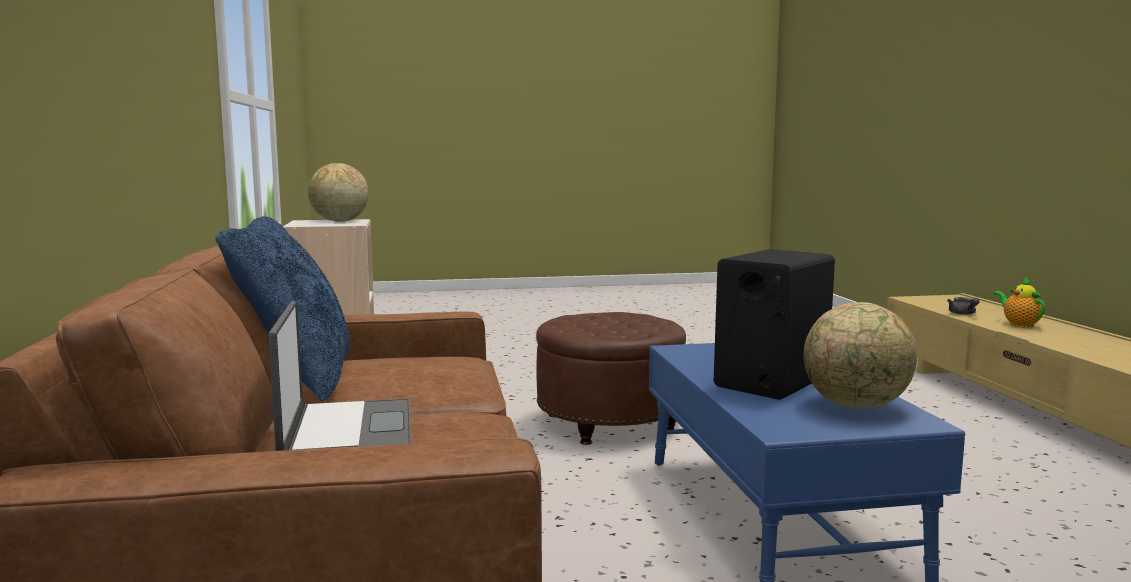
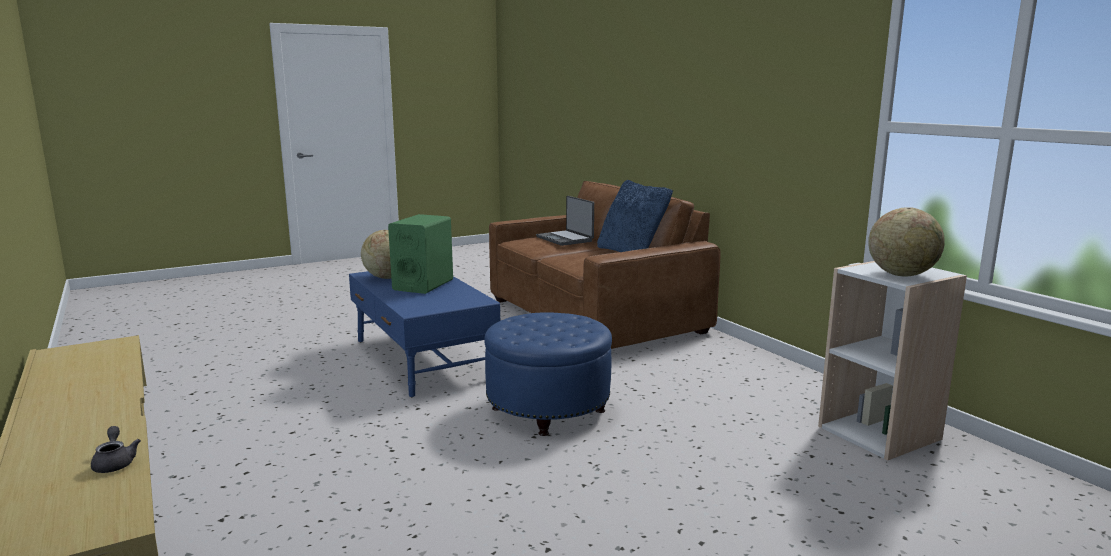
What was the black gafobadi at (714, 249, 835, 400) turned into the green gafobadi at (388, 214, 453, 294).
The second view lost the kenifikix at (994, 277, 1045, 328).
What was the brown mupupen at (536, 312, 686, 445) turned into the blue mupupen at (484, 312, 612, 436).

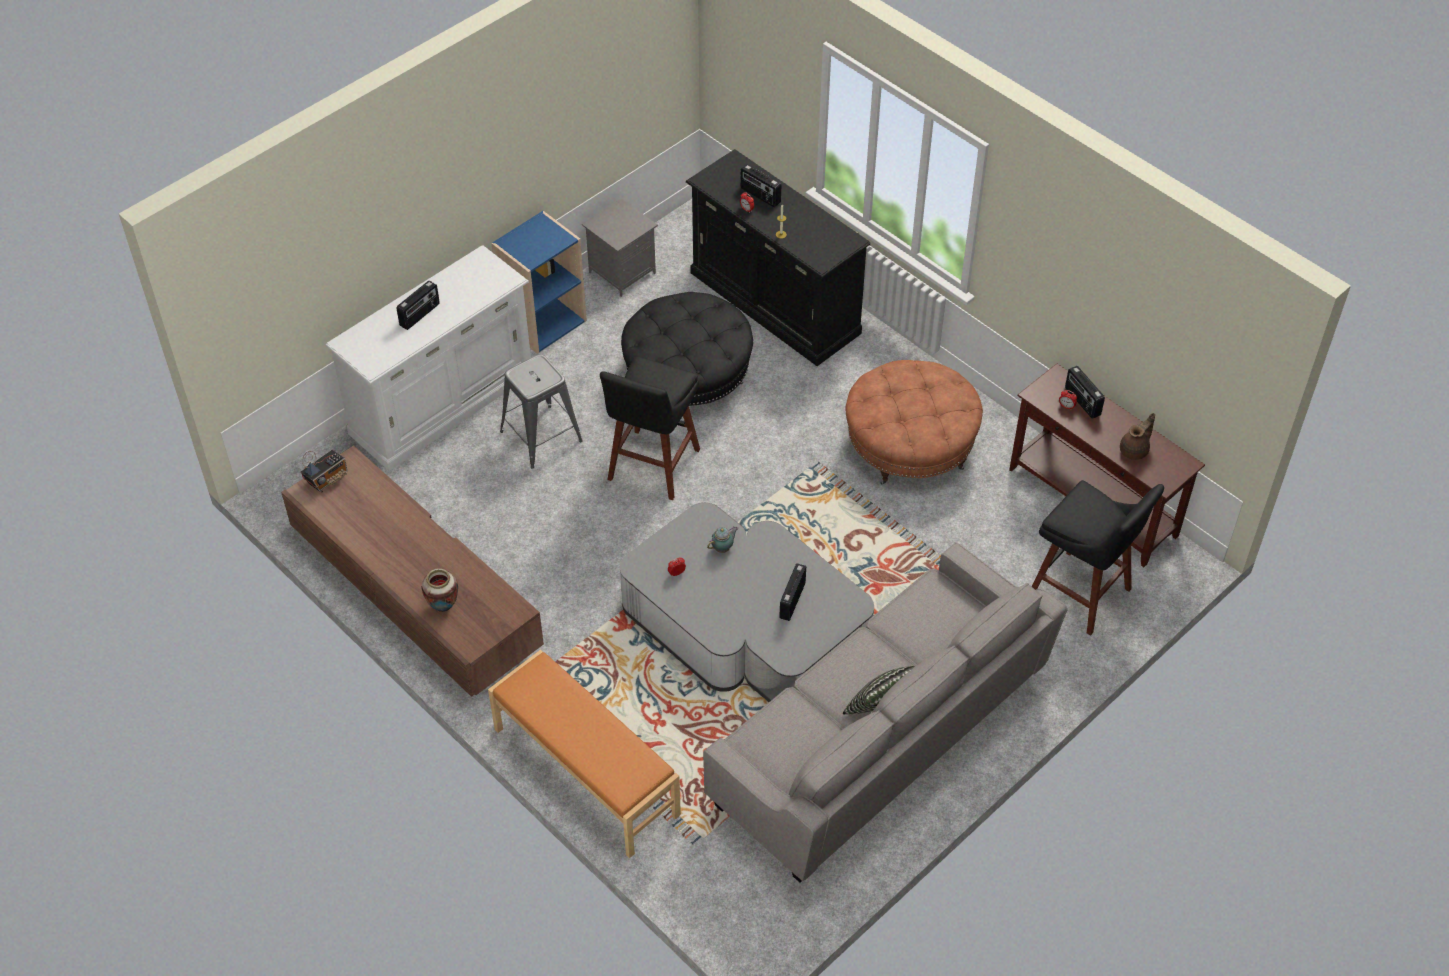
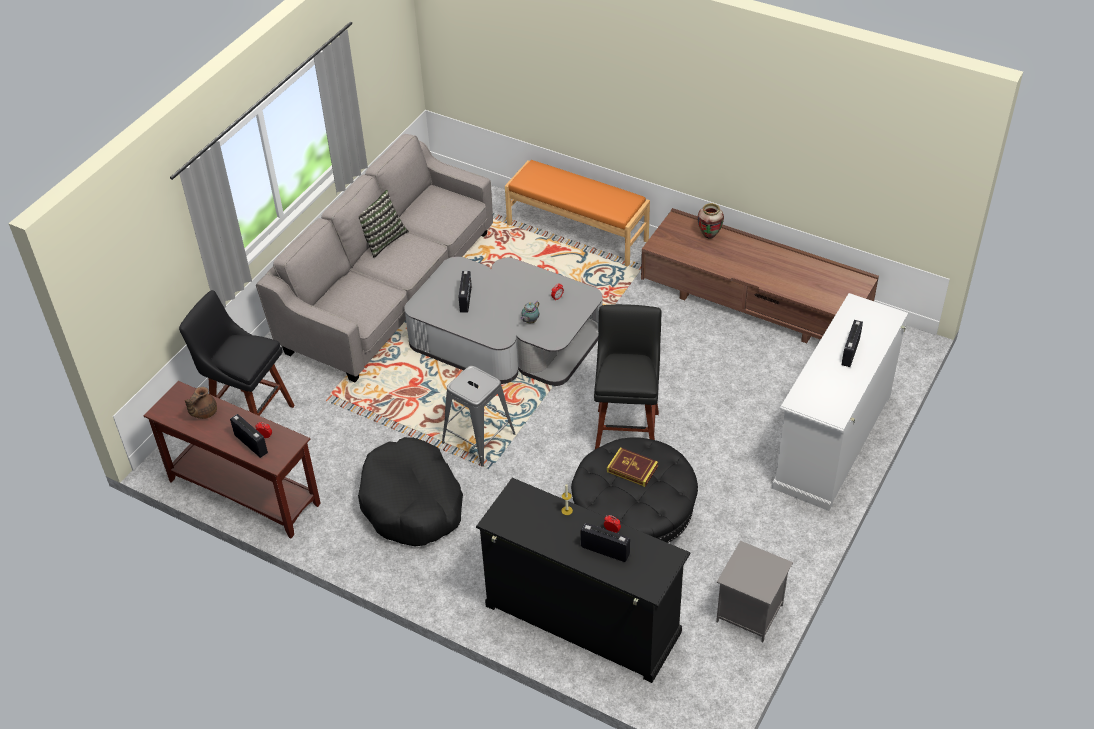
The second view lost the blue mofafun at (491, 211, 587, 354).
The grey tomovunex ended up elsewhere, having gone from (500, 354, 583, 469) to (442, 365, 516, 467).
Where the brown mupupen stood at (846, 360, 983, 484), the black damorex came to stand at (358, 437, 463, 546).
The second view lost the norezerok at (301, 450, 348, 492).
The second view gained the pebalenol at (607, 447, 658, 487).

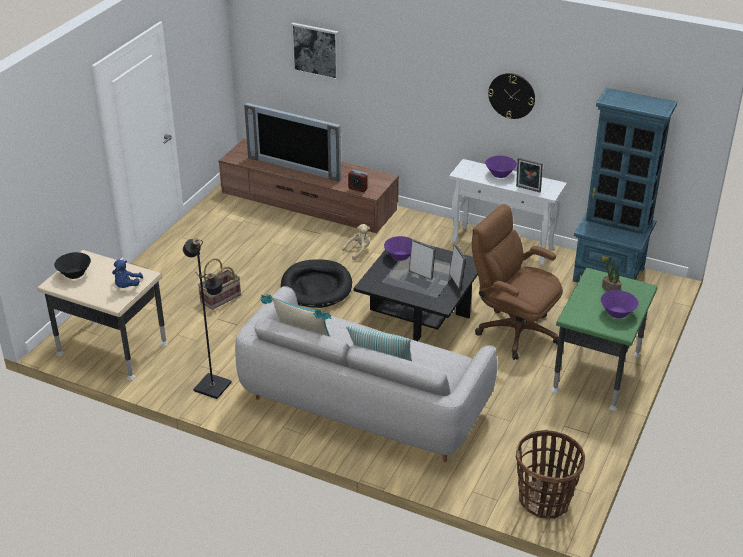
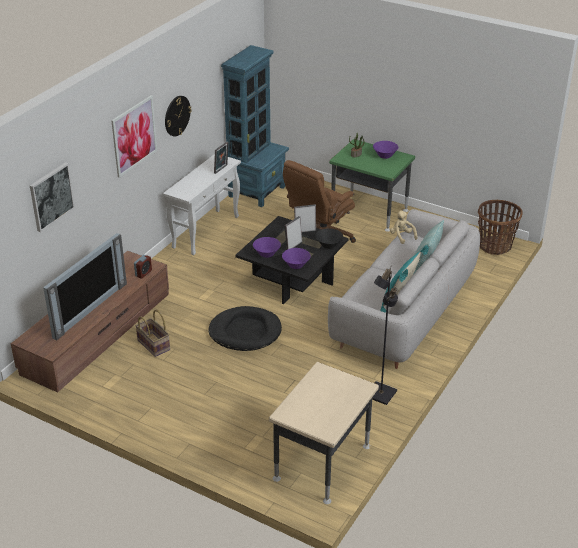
The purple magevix ended up elsewhere, having gone from (485, 156, 517, 178) to (282, 248, 310, 269).
The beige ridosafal ended up elsewhere, having gone from (342, 224, 370, 260) to (390, 211, 417, 244).
The black magevix ended up elsewhere, having gone from (54, 252, 91, 279) to (315, 228, 343, 249).
The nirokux ended up elsewhere, having gone from (198, 258, 241, 310) to (135, 310, 170, 357).
The second view lost the blue ridosafal at (112, 260, 143, 288).
The second view gained the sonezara at (111, 95, 157, 178).

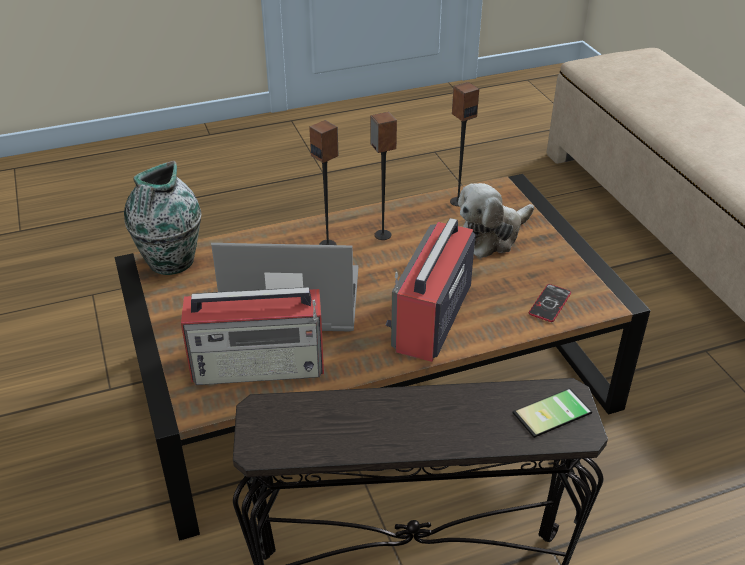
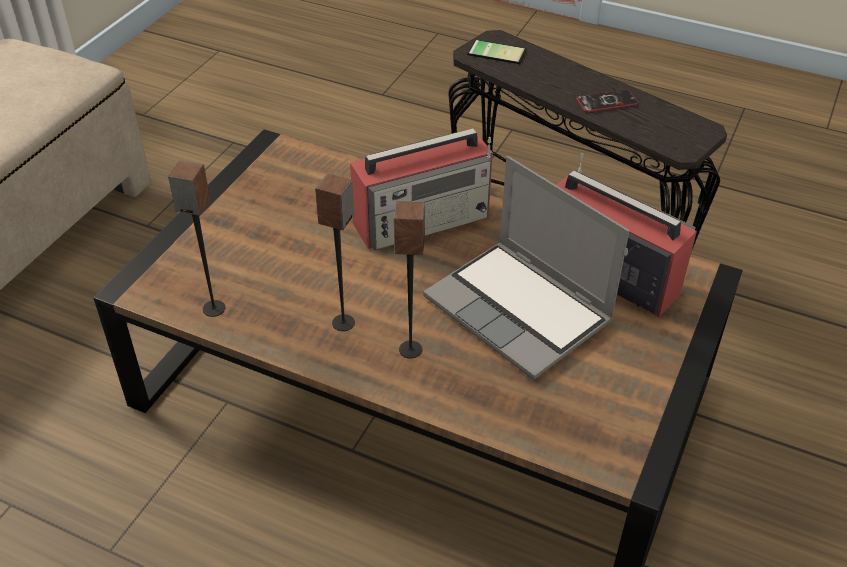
The second view lost the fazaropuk at (124, 161, 202, 275).
The second view lost the ridosafal at (458, 183, 534, 258).
The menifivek ended up elsewhere, having gone from (529, 284, 571, 322) to (576, 89, 638, 112).

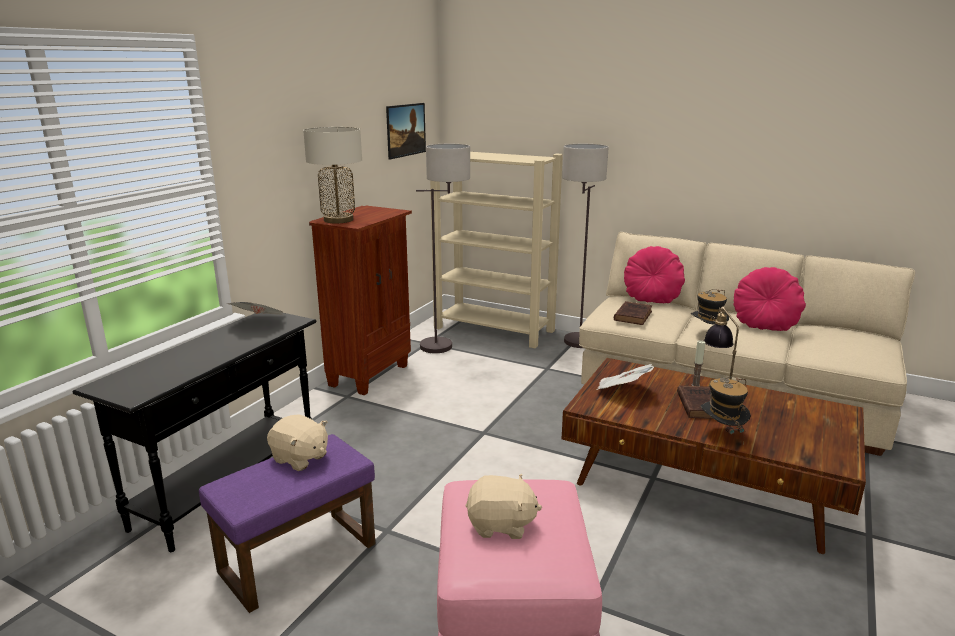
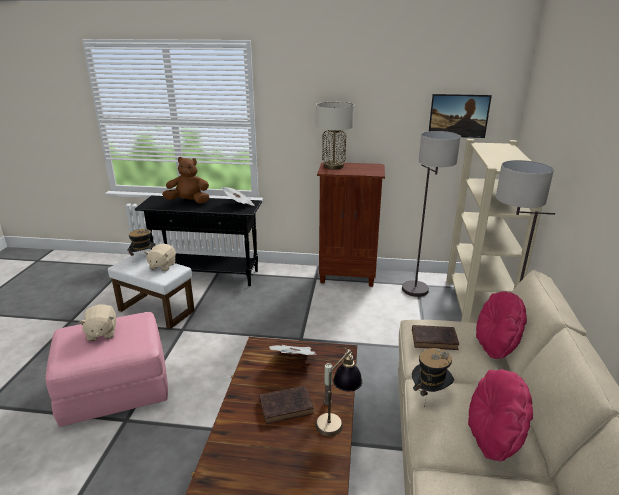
The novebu ended up elsewhere, having gone from (700, 376, 751, 444) to (127, 229, 156, 256).
What was the purple mupupen at (199, 434, 375, 613) turned into the white mupupen at (108, 253, 195, 329).
The second view gained the brown ridosafal at (162, 157, 209, 203).

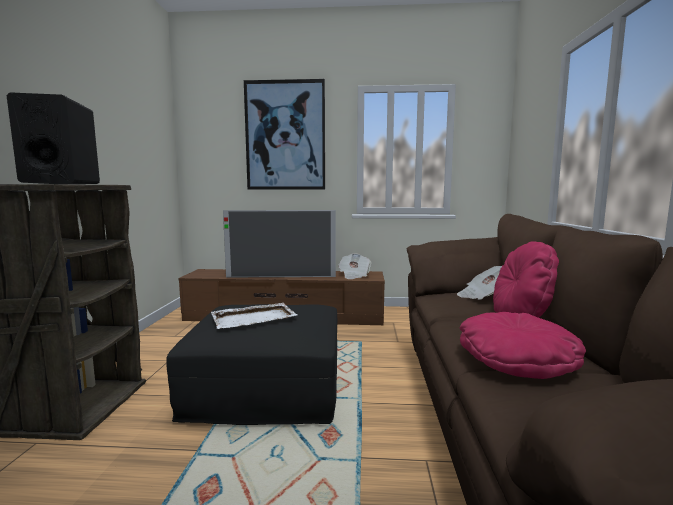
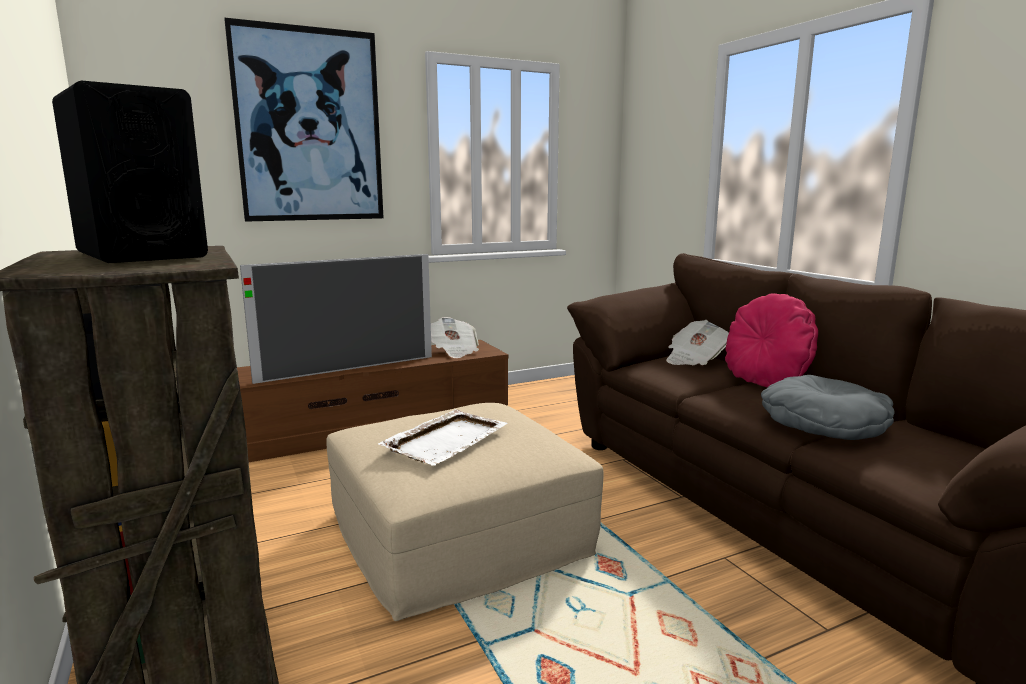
What was the black mupupen at (166, 304, 337, 425) turned into the beige mupupen at (326, 403, 603, 621).
What was the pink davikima at (460, 312, 586, 379) turned into the grey davikima at (761, 375, 895, 440).

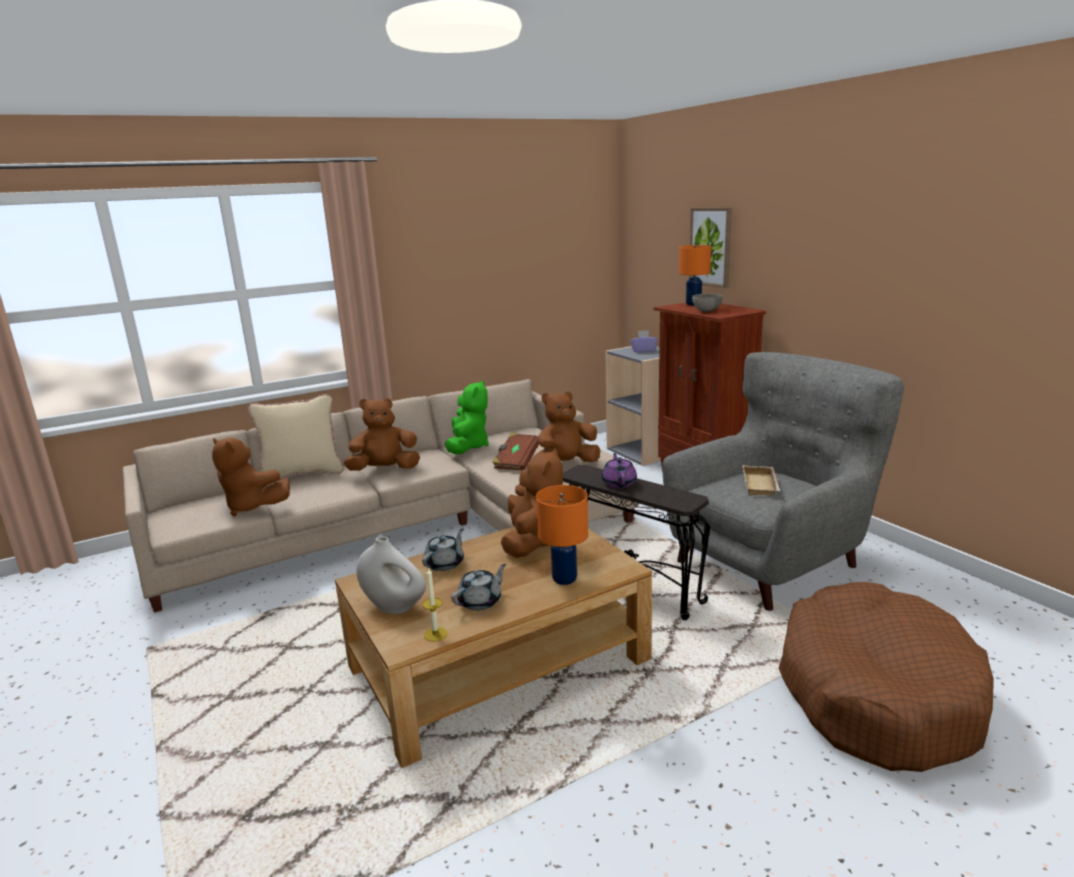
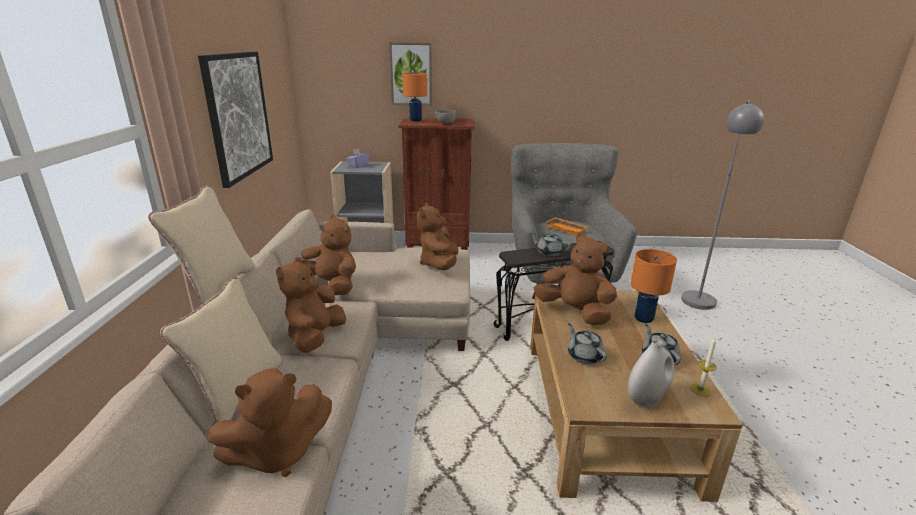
What was the green ridosafal at (445, 380, 489, 454) turned into the brown ridosafal at (301, 215, 356, 295).
The second view lost the brown pebalenol at (492, 433, 539, 470).
What was the purple kenifikix at (602, 453, 637, 488) turned into the grey kenifikix at (530, 233, 571, 257).
What was the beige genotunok at (743, 465, 780, 495) turned into the orange genotunok at (546, 217, 588, 235).
Where the brown damorex stood at (779, 582, 994, 772), the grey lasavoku came to stand at (681, 100, 764, 310).
The second view gained the sonezara at (198, 52, 273, 188).
The second view gained the beige davikima at (148, 185, 254, 305).

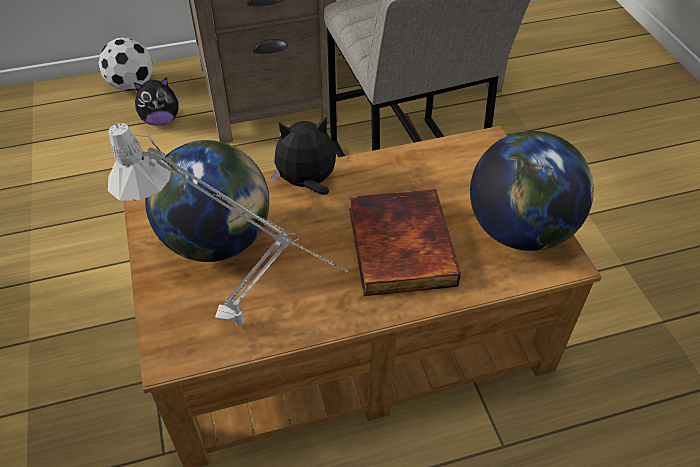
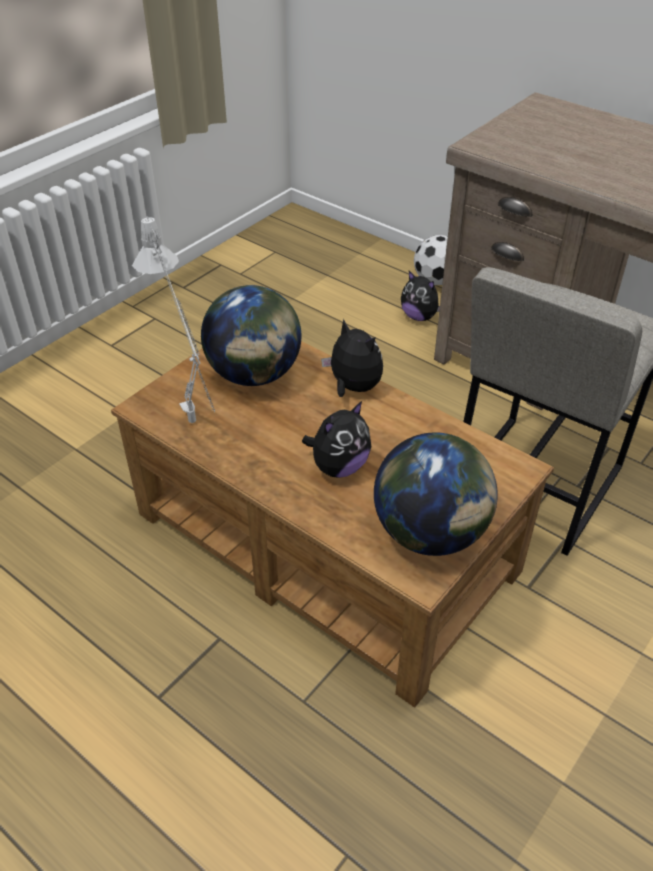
Where the pebalenol stood at (349, 189, 461, 296), the ridosafal came to stand at (302, 401, 372, 478).

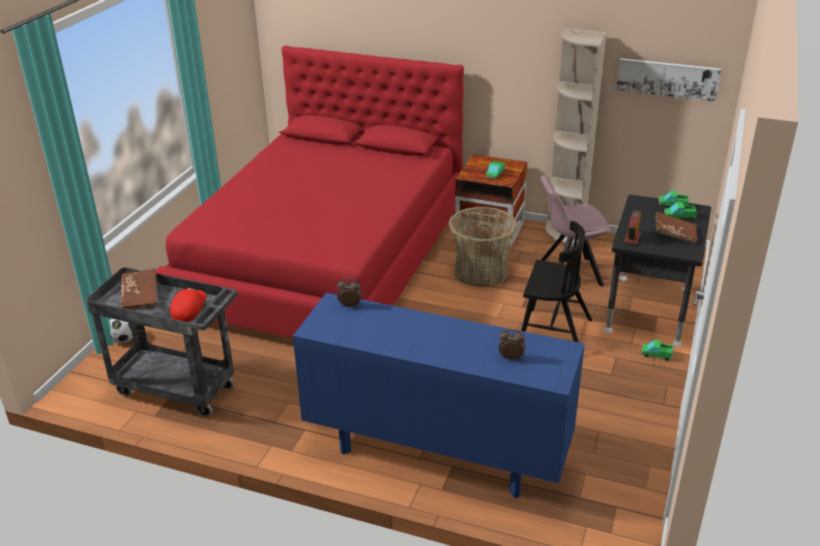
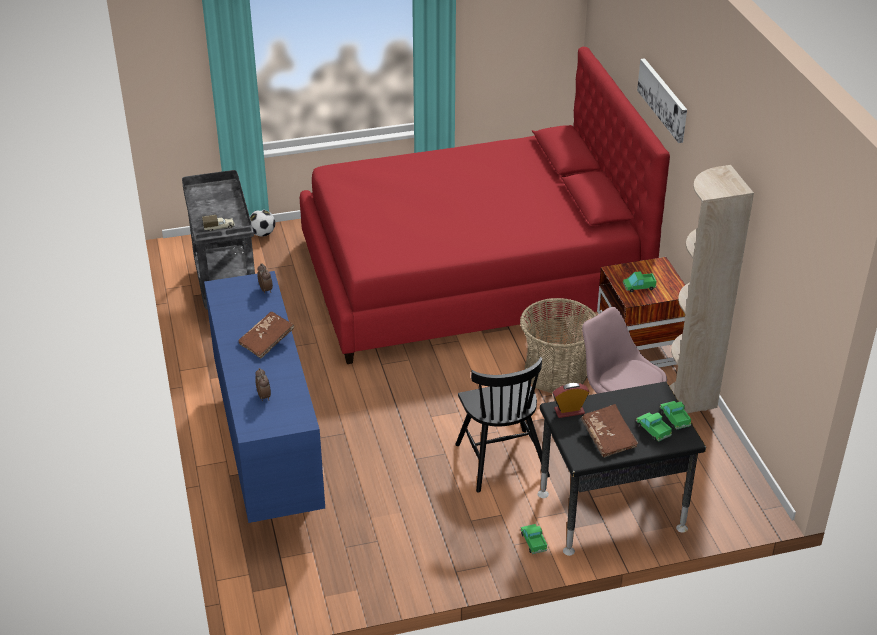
The sonezara ended up elsewhere, having gone from (616, 58, 721, 102) to (637, 58, 687, 143).
The brown pebalenol ended up elsewhere, having gone from (121, 269, 158, 310) to (238, 312, 294, 358).
Where the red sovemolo stood at (170, 288, 206, 322), the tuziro came to stand at (202, 215, 235, 231).

